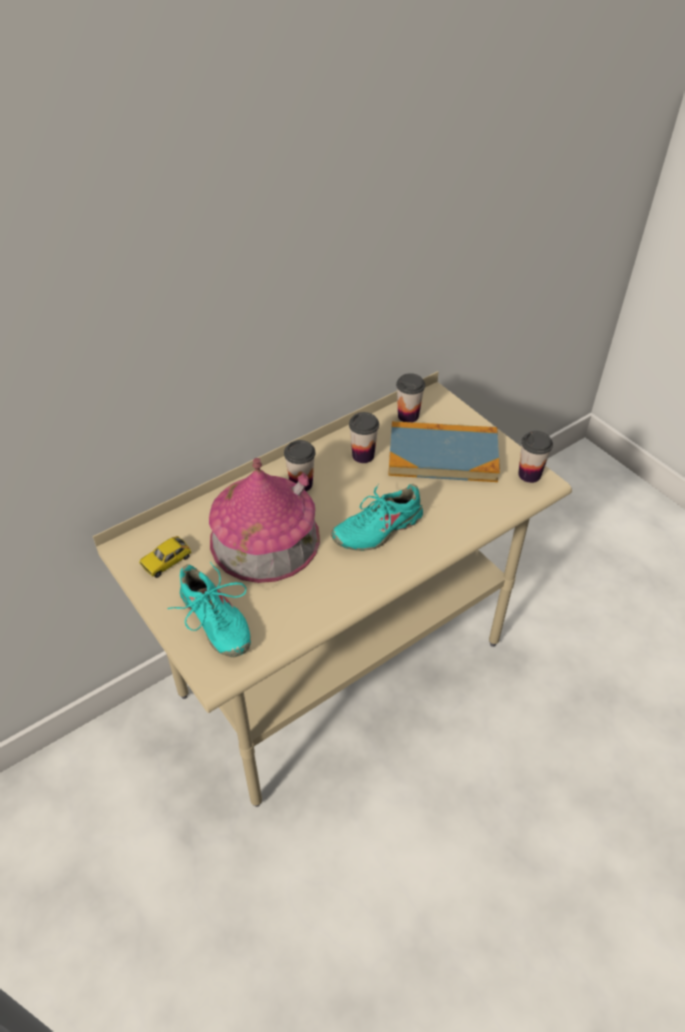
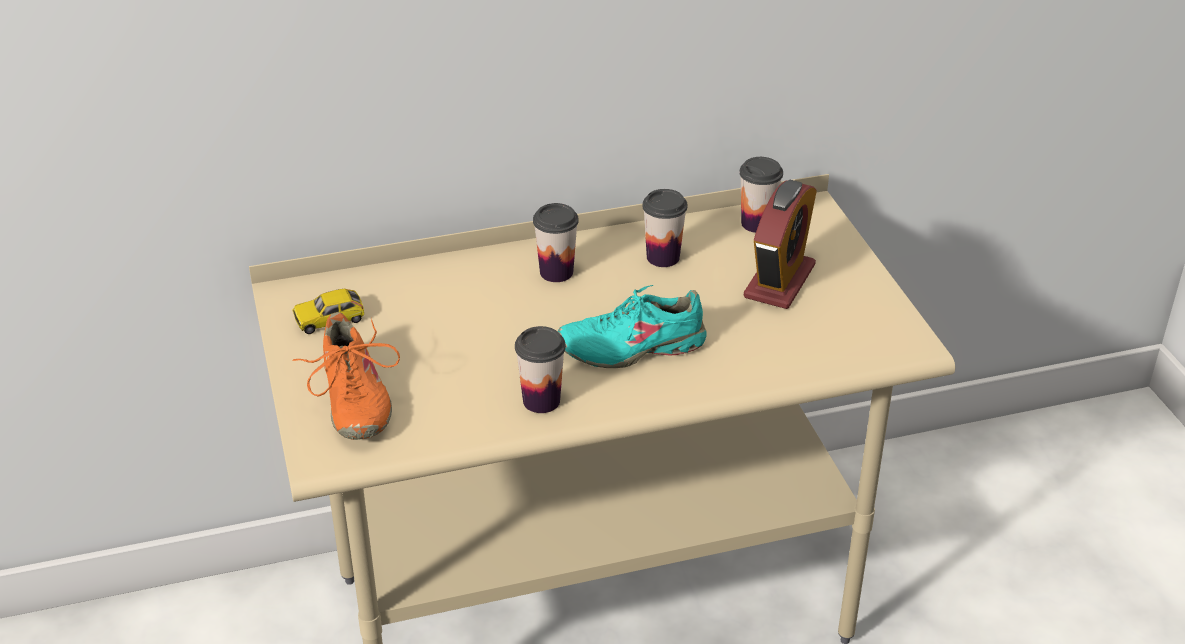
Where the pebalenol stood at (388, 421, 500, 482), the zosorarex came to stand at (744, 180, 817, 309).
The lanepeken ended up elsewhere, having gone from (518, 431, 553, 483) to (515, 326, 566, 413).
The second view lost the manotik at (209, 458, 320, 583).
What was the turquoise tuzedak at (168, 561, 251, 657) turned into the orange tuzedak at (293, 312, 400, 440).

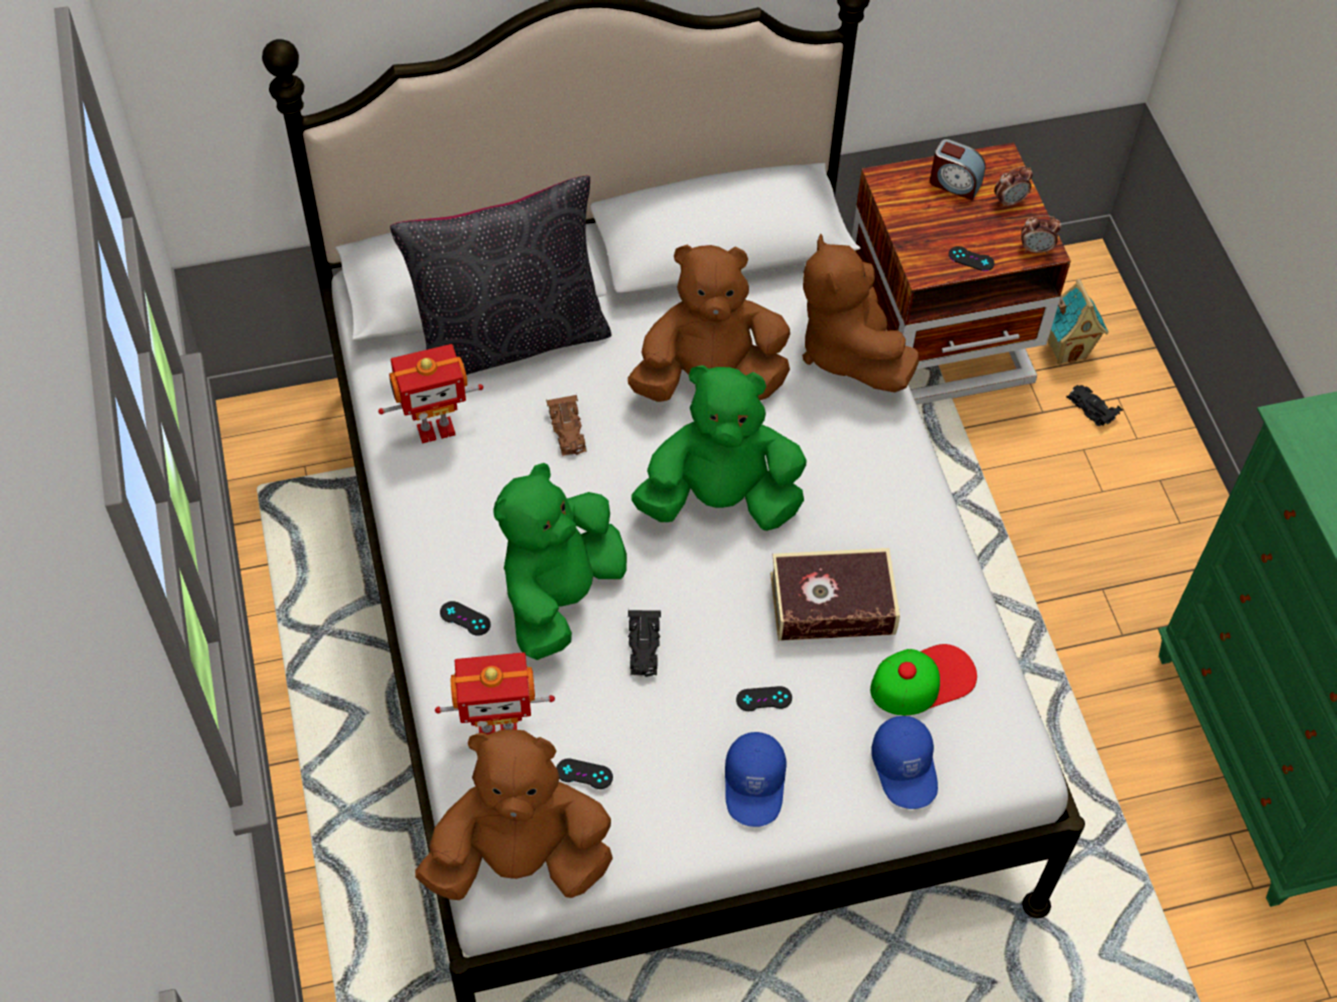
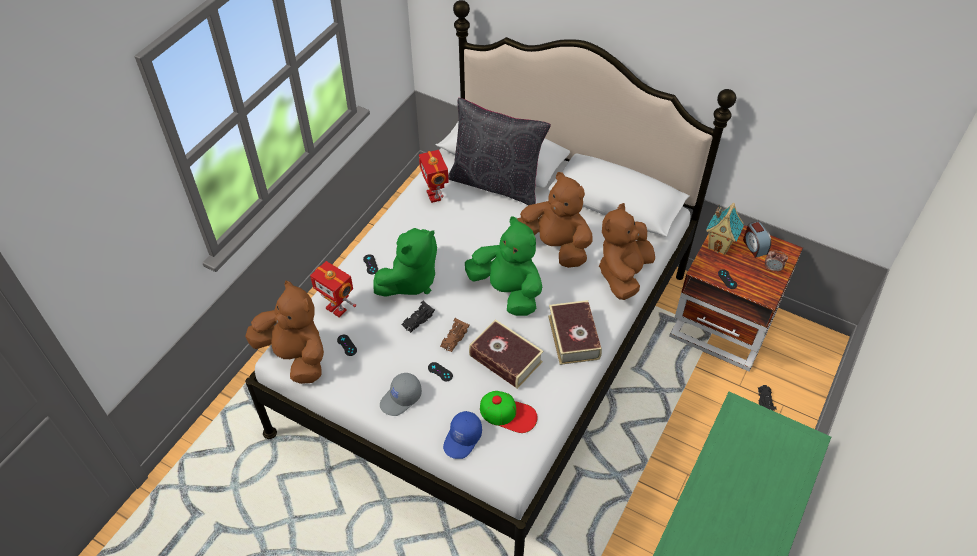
The second view lost the zosorarex at (1021, 215, 1061, 254).
The manotik ended up elsewhere, having gone from (1048, 279, 1108, 365) to (706, 203, 744, 255).
The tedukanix at (378, 344, 483, 444) ended up facing another way, 45 degrees clockwise from before.
The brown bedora ended up elsewhere, having gone from (546, 395, 587, 457) to (440, 317, 470, 353).
The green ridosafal at (493, 463, 627, 660) ended up facing another way, 150 degrees clockwise from before.
What was the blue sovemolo at (725, 732, 787, 827) turned into the grey sovemolo at (380, 373, 422, 416).
The second view gained the pebalenol at (548, 300, 602, 365).

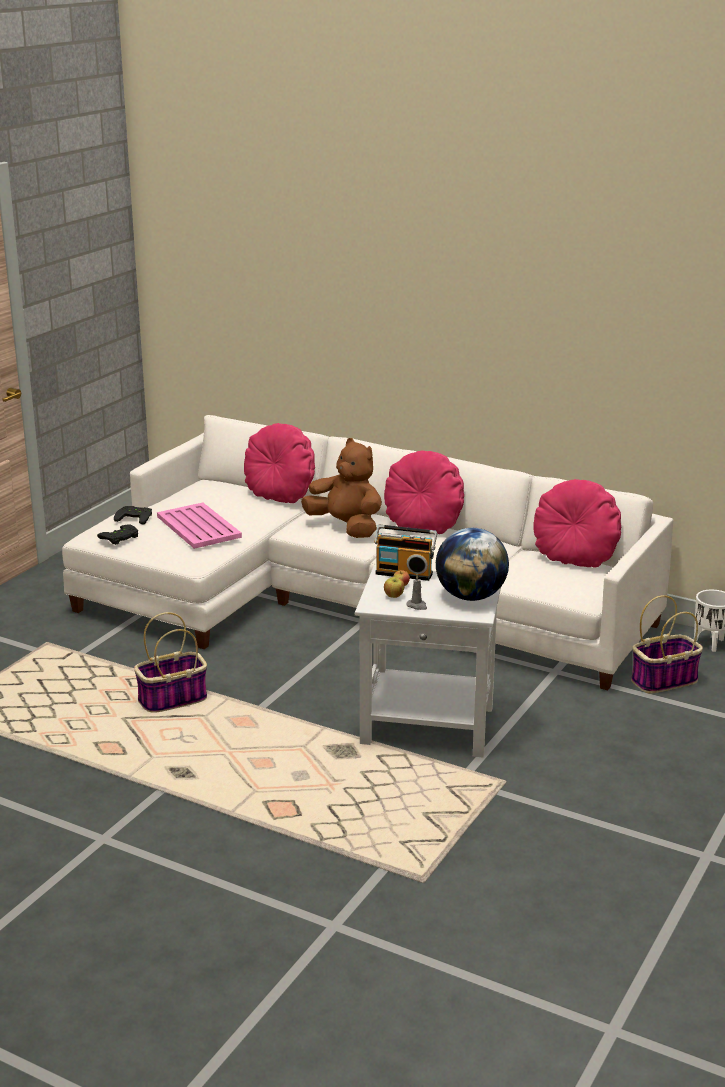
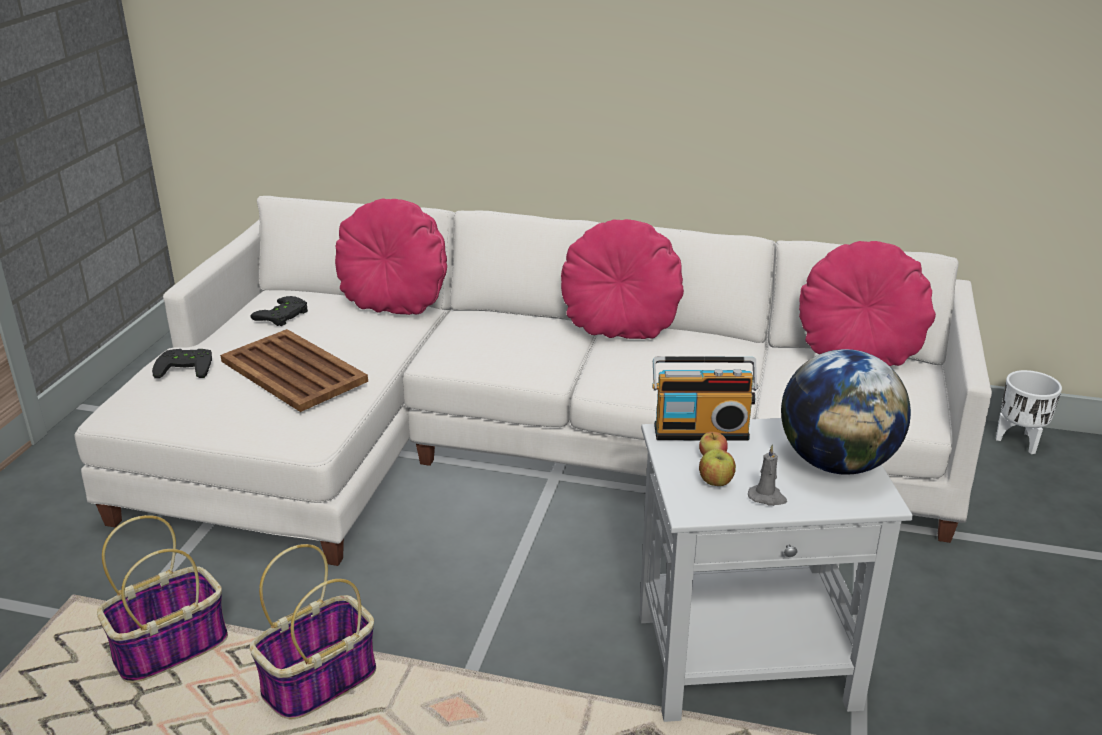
The second view lost the brown ridosafal at (301, 438, 382, 538).
What was the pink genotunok at (157, 502, 242, 549) turned into the brown genotunok at (220, 329, 368, 412).
The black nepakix ended up elsewhere, having gone from (97, 524, 138, 545) to (251, 296, 308, 326).
The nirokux ended up elsewhere, having gone from (631, 595, 703, 694) to (97, 515, 228, 683).

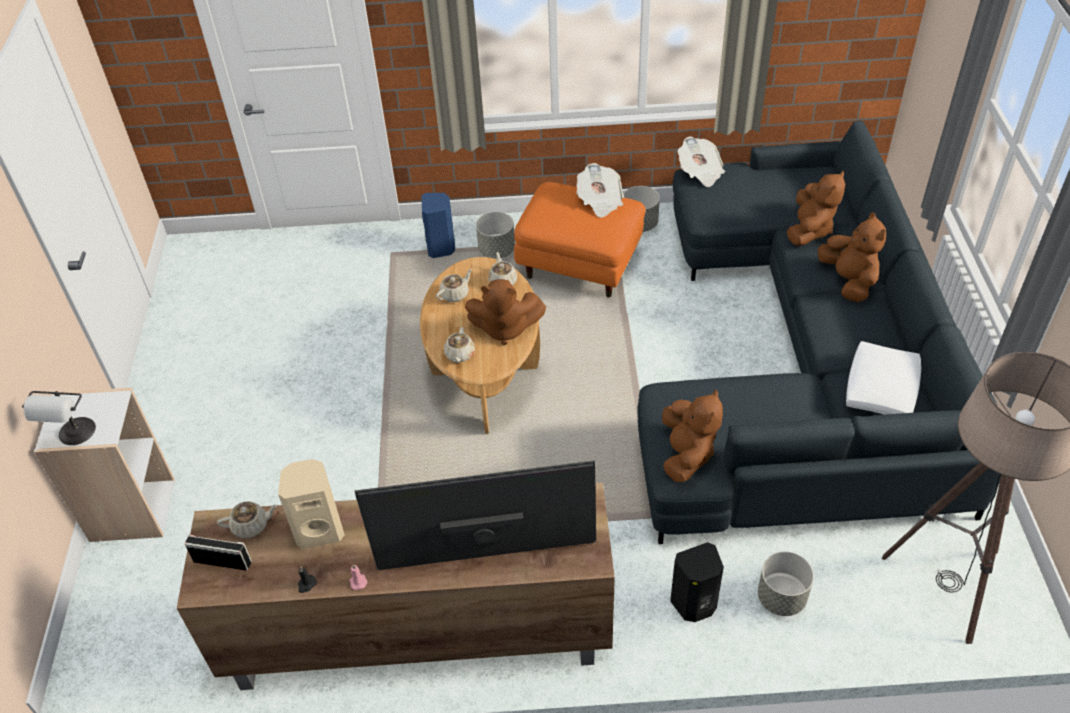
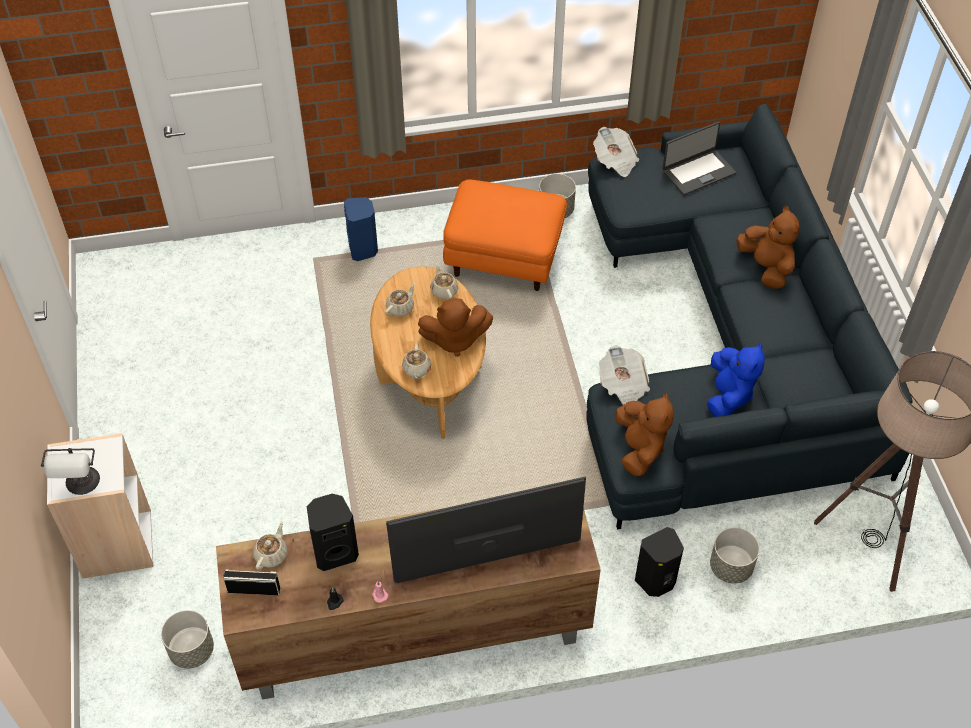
The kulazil ended up elsewhere, having gone from (577, 163, 623, 218) to (599, 345, 650, 405).
The second view lost the brown ridosafal at (787, 171, 845, 246).
The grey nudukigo ended up elsewhere, having gone from (476, 212, 515, 259) to (161, 610, 214, 669).
The second view lost the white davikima at (846, 341, 921, 415).
What was the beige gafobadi at (278, 459, 345, 549) turned into the black gafobadi at (307, 494, 359, 571).
The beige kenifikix at (217, 501, 278, 538) ended up facing another way, 45 degrees counterclockwise from before.
The second view gained the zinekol at (662, 122, 736, 195).
The second view gained the blue ridosafal at (707, 343, 765, 417).

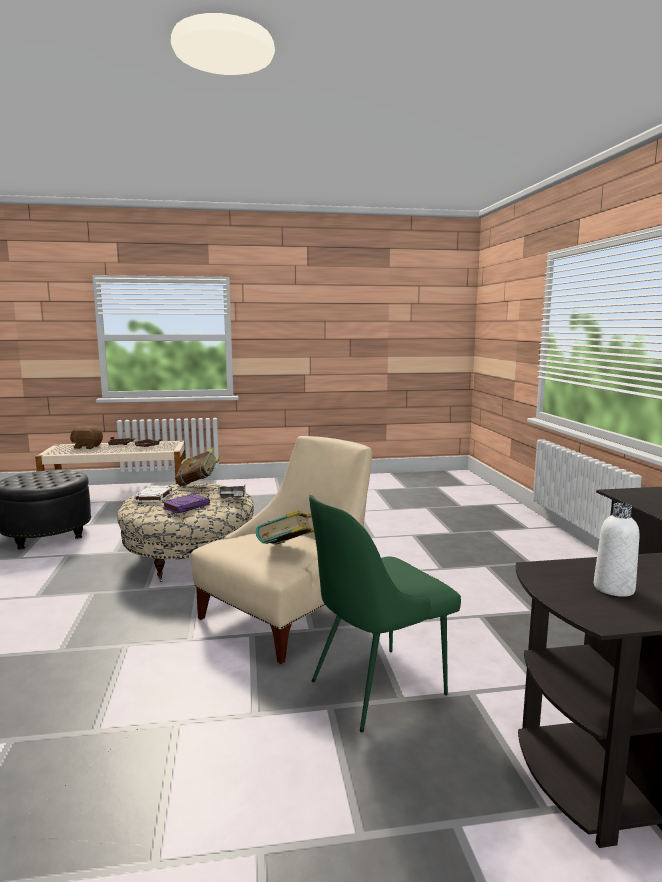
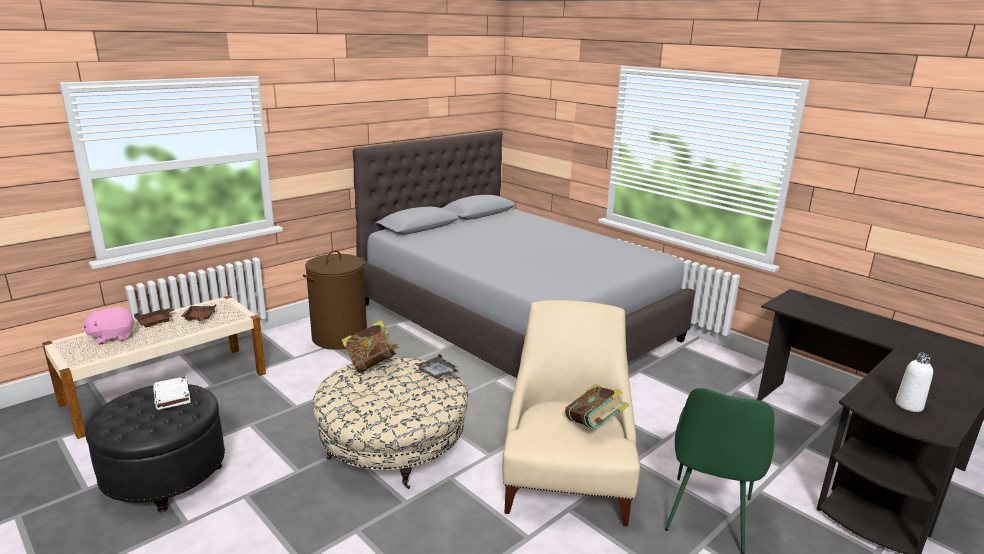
What was the brown ridosafal at (70, 426, 103, 449) turned into the pink ridosafal at (81, 307, 135, 345).
The white pebalenol ended up elsewhere, having gone from (134, 485, 173, 502) to (153, 376, 191, 410).
The second view lost the purple pebalenol at (162, 493, 210, 514).
The second view gained the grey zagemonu at (353, 131, 695, 378).
The second view gained the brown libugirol at (303, 250, 367, 350).

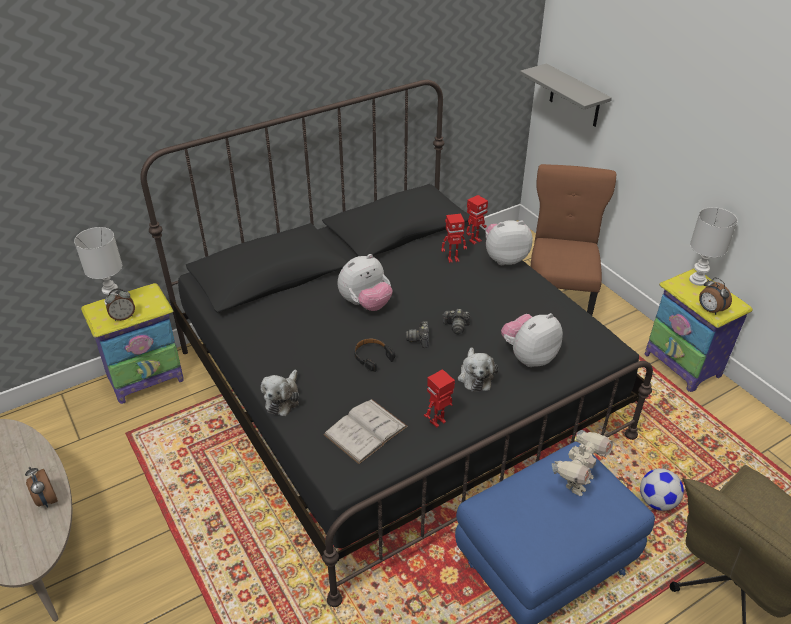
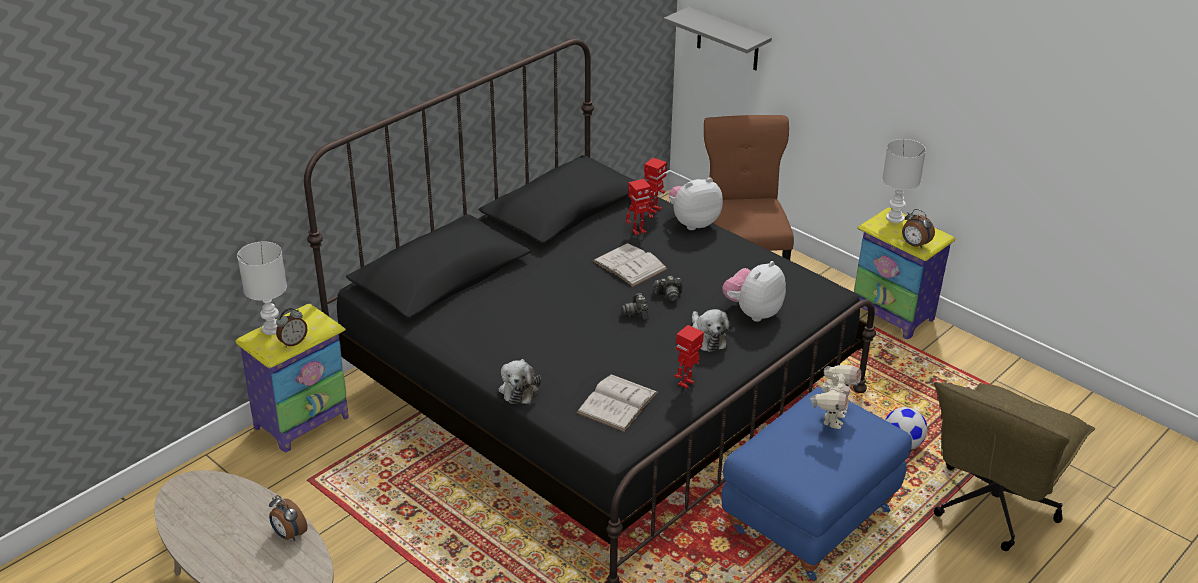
The second view lost the ridosafal at (338, 254, 393, 311).
The second view lost the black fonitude at (354, 338, 395, 372).
The second view gained the white pebalenol at (593, 243, 668, 287).

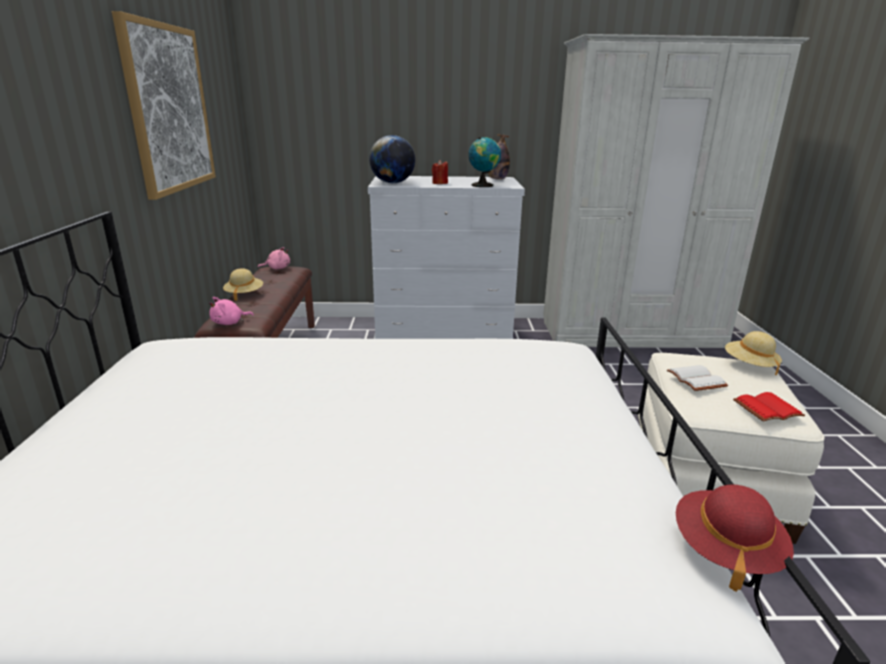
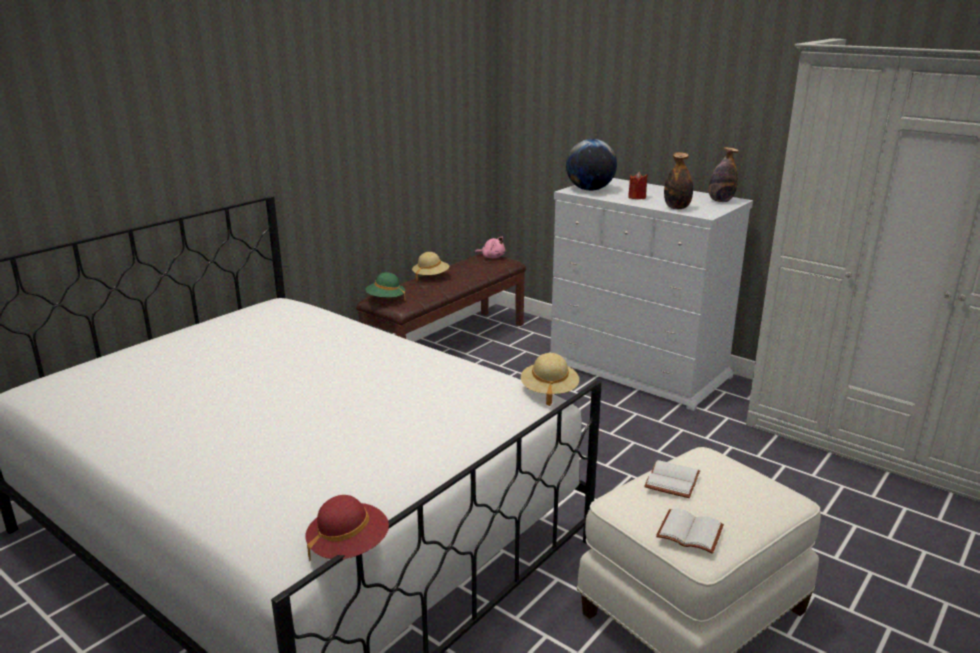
The second view lost the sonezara at (112, 11, 216, 200).
Where the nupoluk stood at (468, 137, 501, 187), the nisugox came to stand at (664, 152, 693, 209).
Where the pink ridosafal stood at (209, 297, 254, 325), the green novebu came to stand at (365, 272, 406, 301).
The beige novebu ended up elsewhere, having gone from (725, 331, 782, 375) to (521, 353, 579, 406).
What was the red pebalenol at (733, 392, 805, 422) turned into the white pebalenol at (656, 508, 724, 554).

